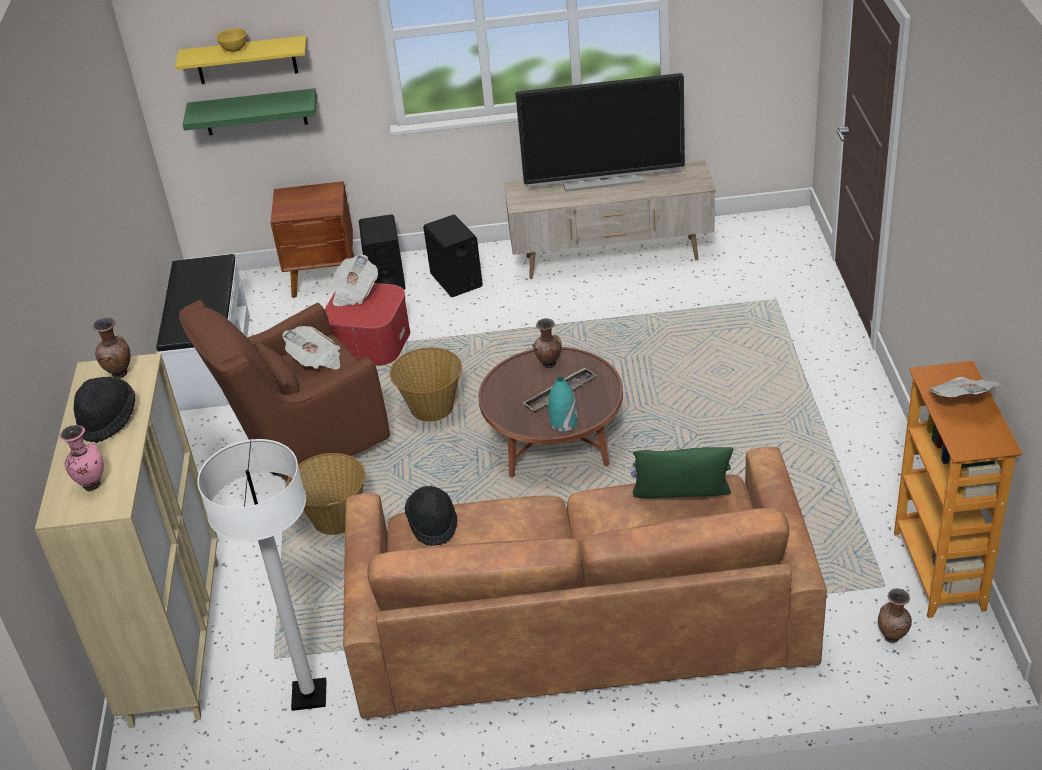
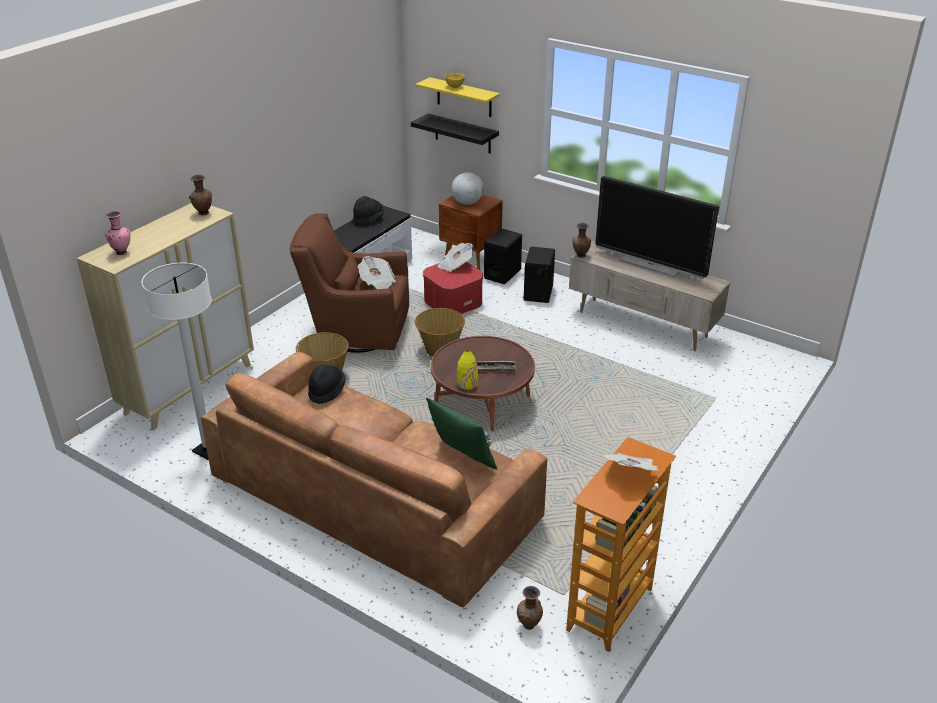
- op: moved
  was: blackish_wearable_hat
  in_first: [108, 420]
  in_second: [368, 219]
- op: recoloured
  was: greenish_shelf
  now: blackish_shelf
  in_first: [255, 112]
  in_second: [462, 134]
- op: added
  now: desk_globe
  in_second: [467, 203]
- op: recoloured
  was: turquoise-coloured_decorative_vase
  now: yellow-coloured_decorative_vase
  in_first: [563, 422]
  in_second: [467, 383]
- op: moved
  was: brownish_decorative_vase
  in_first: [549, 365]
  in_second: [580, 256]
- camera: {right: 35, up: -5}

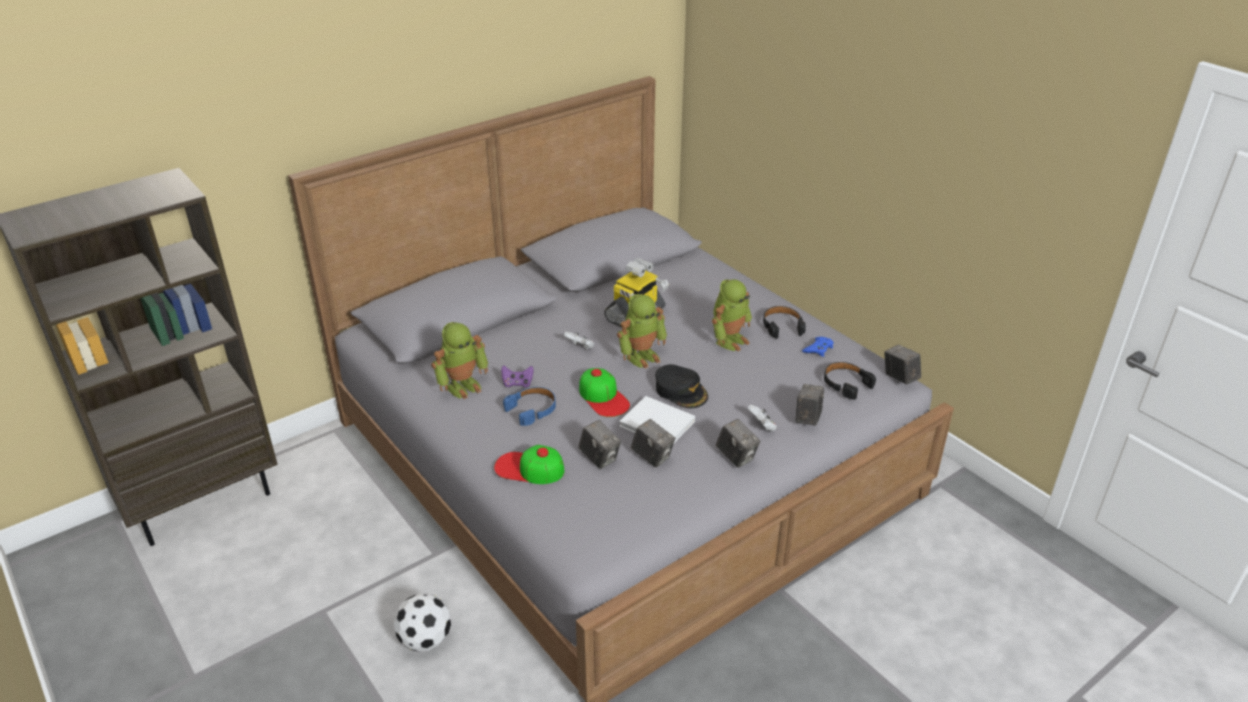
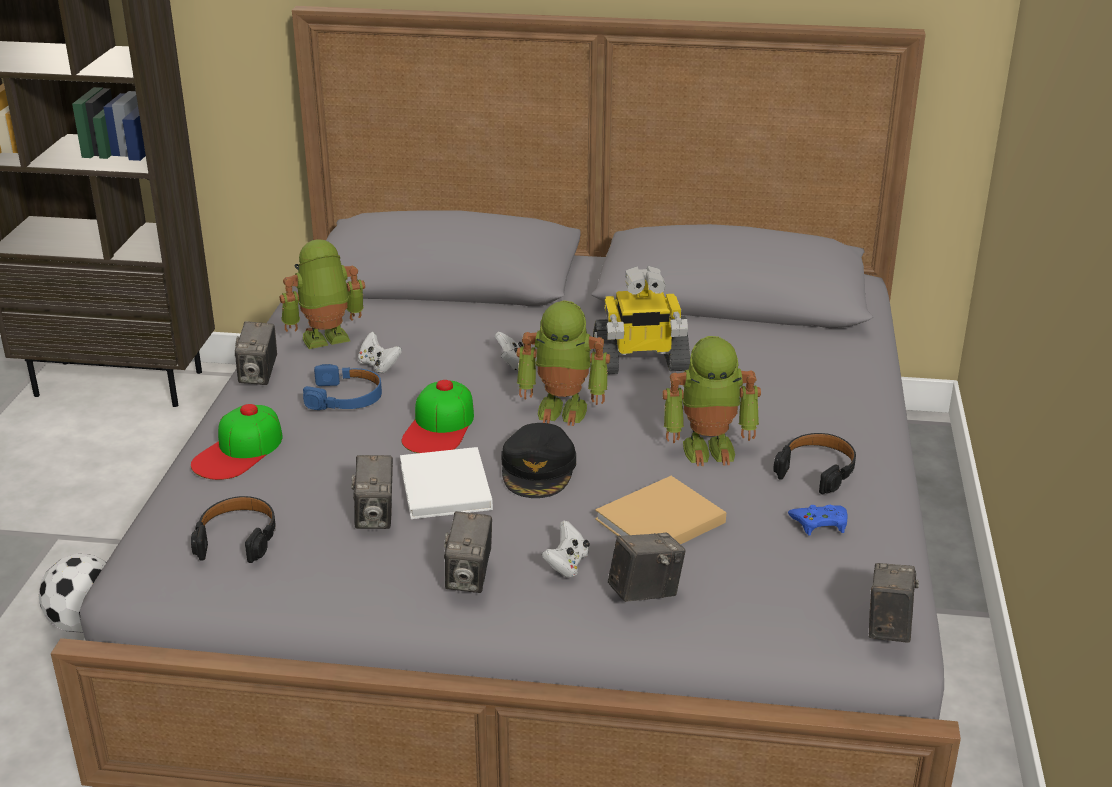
- op: turned
  was: peaked_cap
  in_first: [529, 468]
  in_second: [239, 451]
  clockwise: -120
- op: moved
  was: blackish_pair_of_headphones
  in_first: [846, 384]
  in_second: [237, 538]
- op: moved
  was: photo_camera
  in_first: [599, 458]
  in_second: [259, 375]
- op: turned
  was: model_robot
  in_first: [463, 385]
  in_second: [326, 340]
  clockwise: 150
- op: recoloured
  was: purple-coloured_game_controller
  now: white_game_controller
  in_first: [517, 383]
  in_second: [379, 365]
- op: added
  now: beige_book
  in_second: [657, 522]
- camera: {right: 45, up: -5}

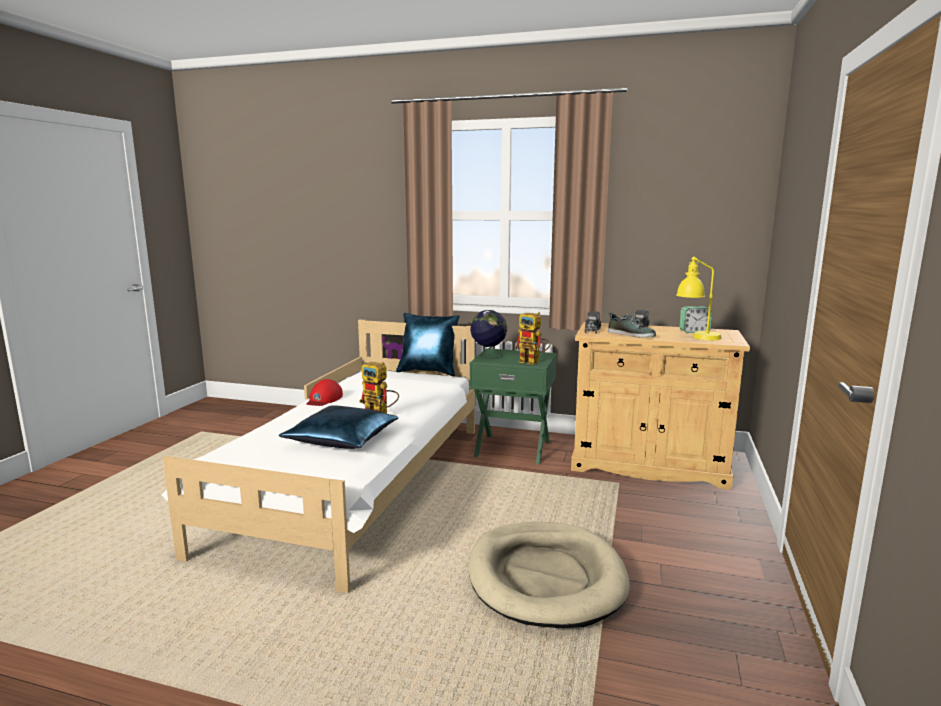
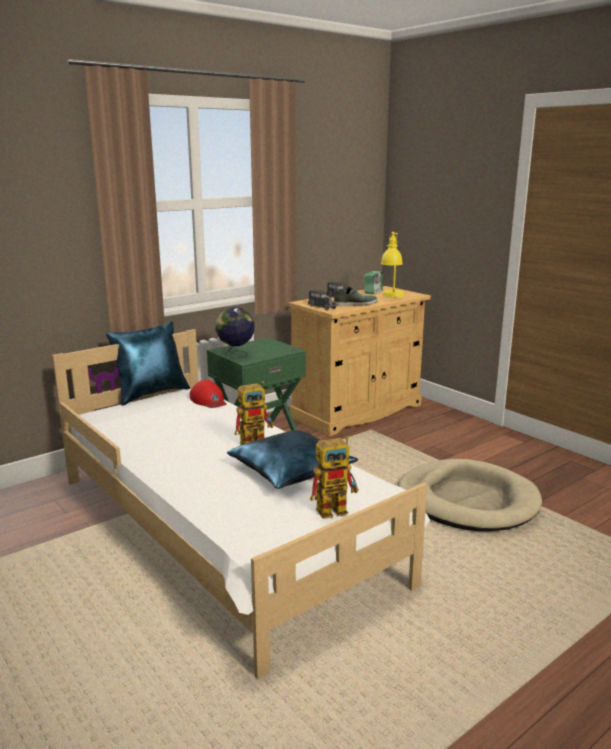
- op: moved
  was: red_peaked_cap
  in_first: [324, 399]
  in_second: [208, 400]
- op: moved
  was: model_robot
  in_first: [533, 362]
  in_second: [337, 508]
- camera: {right: -55, up: 5}

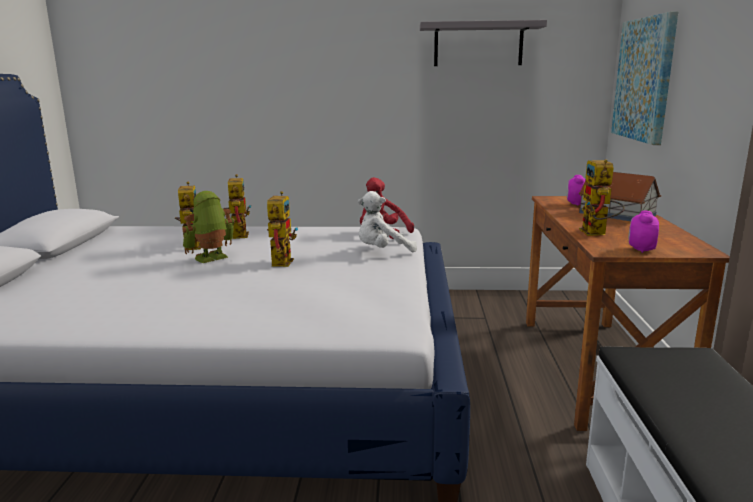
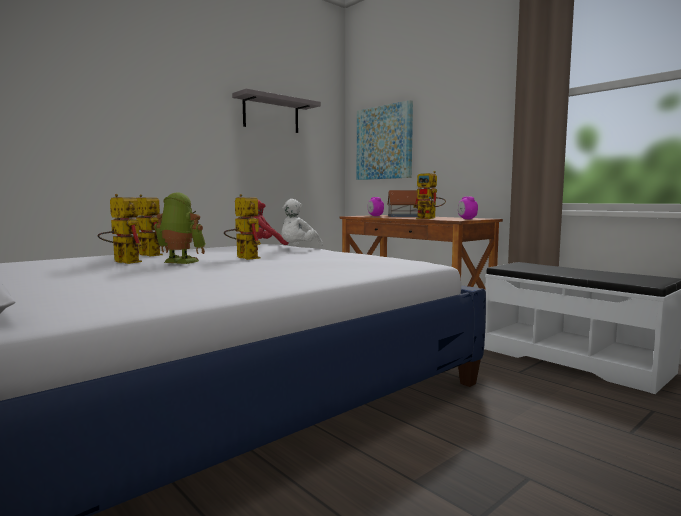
- op: turned
  was: model_robot
  in_first: [211, 258]
  in_second: [179, 262]
  clockwise: 105
- camera: {right: -45, up: -10}

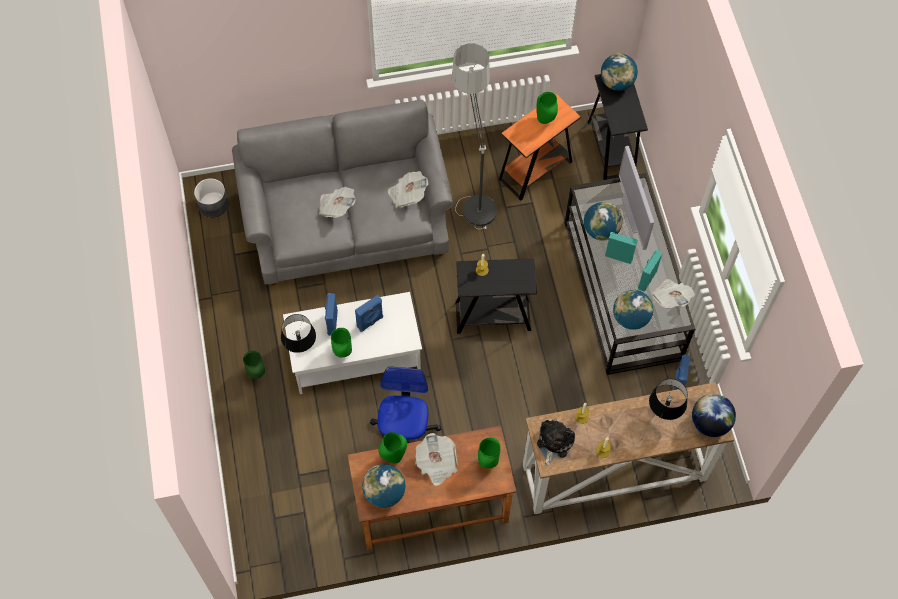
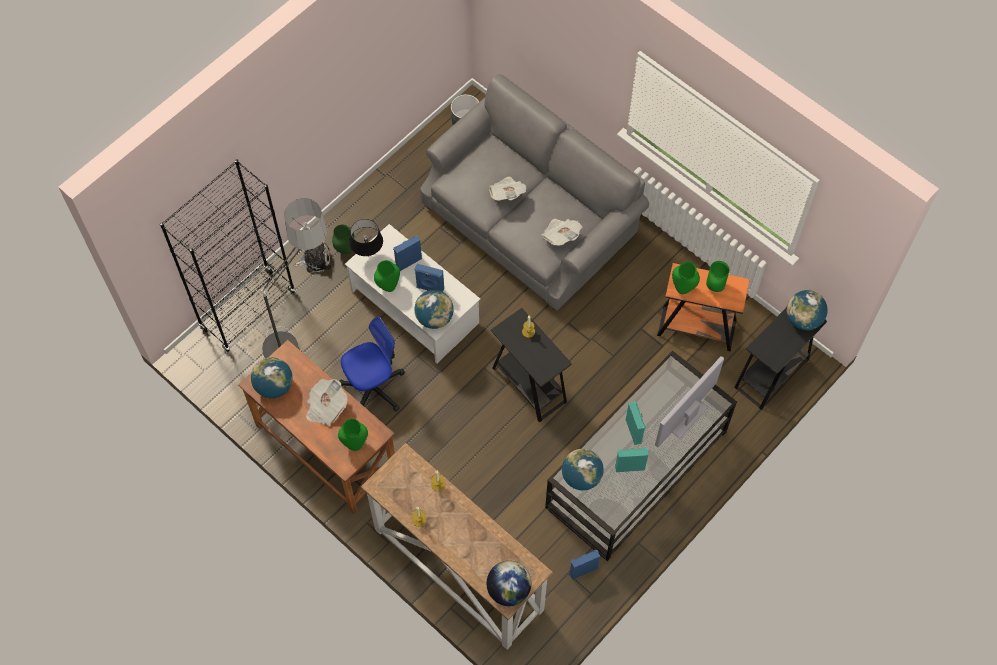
- op: added
  now: blackish_bookcase
  in_second: [248, 310]
- op: moved
  was: standing_lamp
  in_first: [472, 188]
  in_second: [301, 329]
- op: moved
  was: soft_toy
  in_first: [554, 442]
  in_second: [315, 259]
- op: moved
  was: desk_globe
  in_first: [600, 230]
  in_second: [434, 318]
- op: moved
  was: greenish_decorative_vase
  in_first: [393, 456]
  in_second: [683, 288]
- op: removed
  was: blackish_tabletop_lamp
  in_first: [662, 414]
- op: removed
  was: printed_paper
  in_first: [671, 298]
- camera: {right: 55, up: 0}

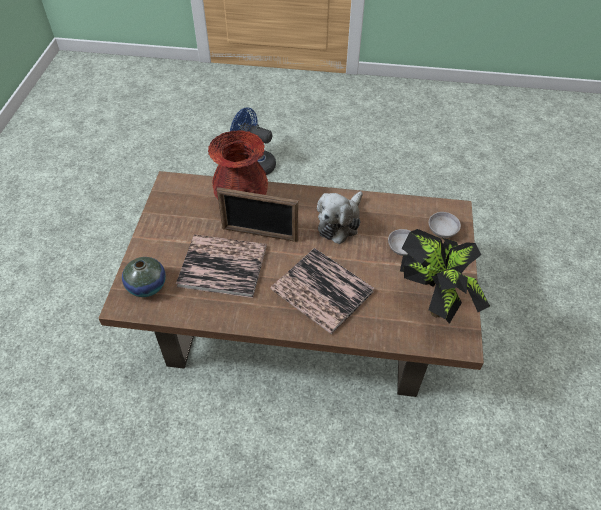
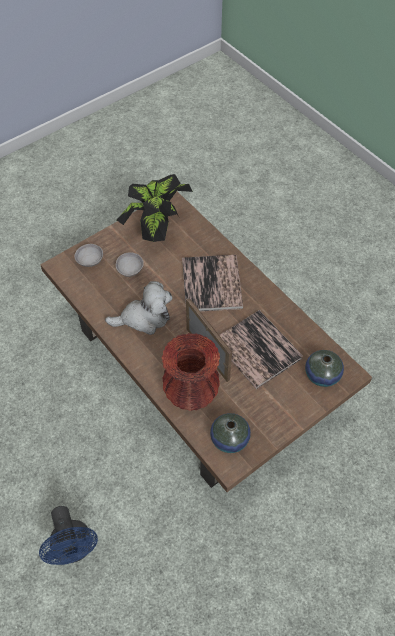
- op: added
  now: decorative_vase
  in_second: [229, 439]
- camera: {right: -135, up: 5}

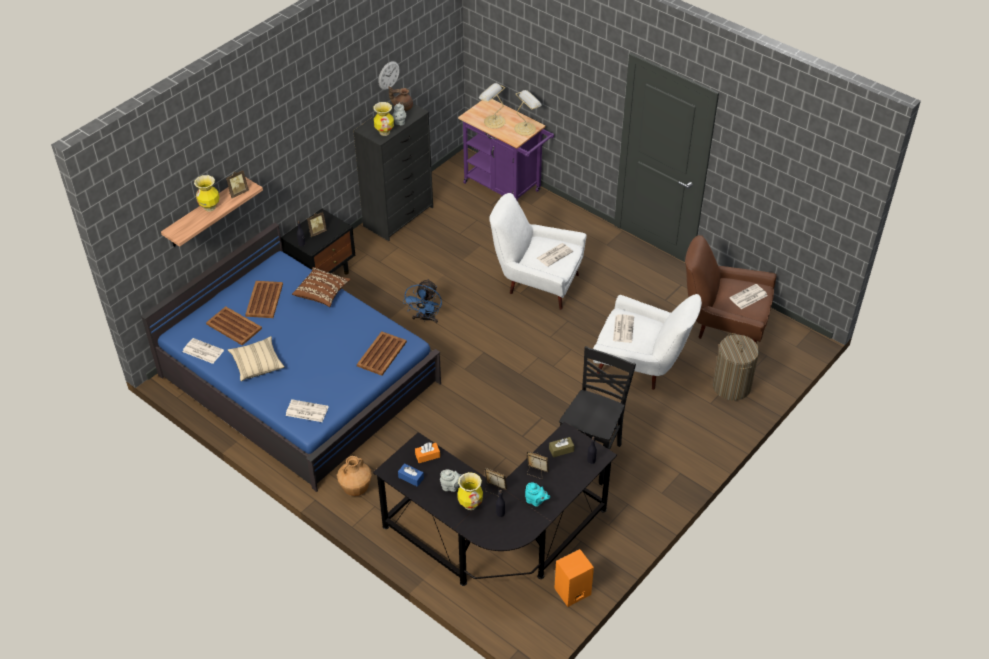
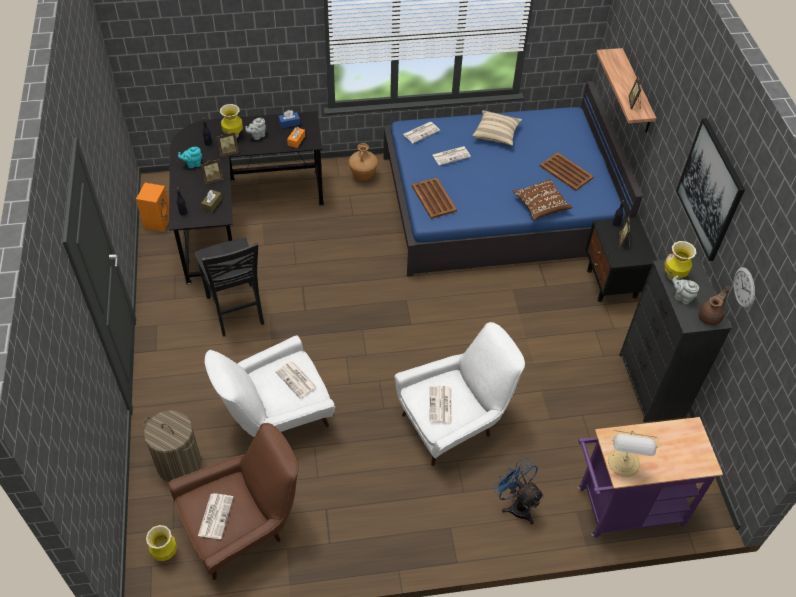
- op: moved
  was: decorative_vase
  in_first: [210, 207]
  in_second: [165, 553]
- op: moved
  was: printed_paper
  in_first: [202, 351]
  in_second: [451, 155]
- op: moved
  was: blue-coloured_cooling_fan
  in_first: [425, 319]
  in_second: [516, 505]
- op: added
  now: wall_art
  in_second: [710, 190]
- op: removed
  was: brownish_serving_tray
  in_first: [233, 326]
- op: removed
  was: tabletop_lamp
  in_first: [493, 121]
- camera: {right: 130, up: 5}

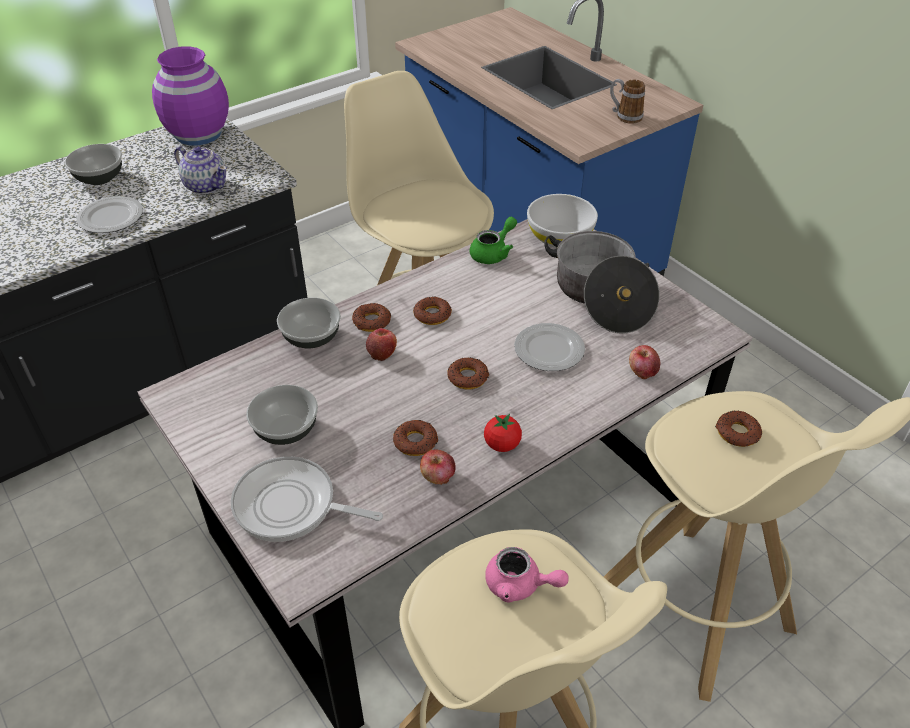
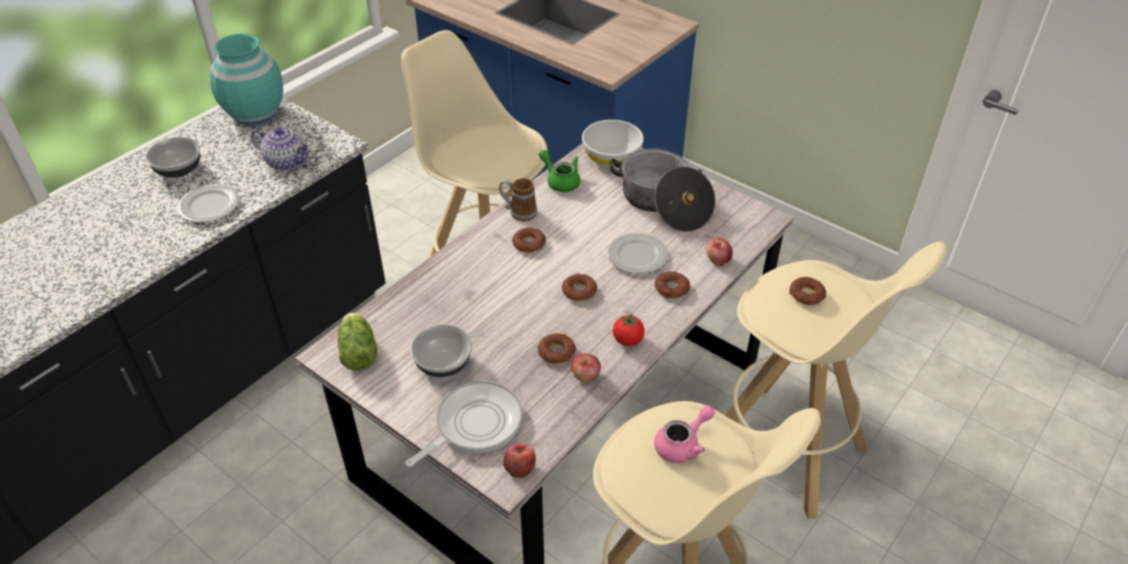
- op: recoloured
  was: purple-coloured_decorative_vase
  now: turquoise-coloured_decorative_vase
  in_first: [198, 133]
  in_second: [255, 113]
- op: added
  now: head_of_lettuce
  in_second: [358, 350]
- op: turned
  was: pan
  in_first: [291, 506]
  in_second: [474, 424]
  clockwise: 135
- op: moved
  was: coffee_mug
  in_first: [624, 116]
  in_second: [518, 212]
- op: moved
  was: apple_fruit
  in_first: [382, 353]
  in_second: [520, 468]
- op: turned
  was: greenish_tea_pot
  in_first: [493, 253]
  in_second: [560, 181]
  clockwise: -75
- op: turned
  was: pink-coloured_tea_pot
  in_first: [520, 585]
  in_second: [682, 445]
  clockwise: -45
- op: moved
  was: donut
  in_first: [372, 321]
  in_second: [672, 288]
- op: removed
  was: serving_bowl
  in_first: [312, 338]
- camera: {right: -15, up: 0}

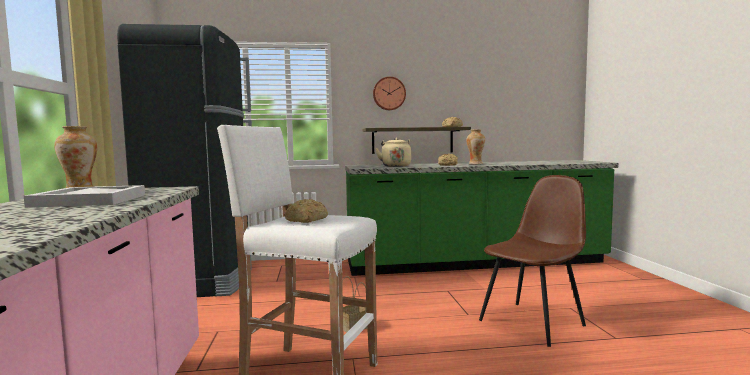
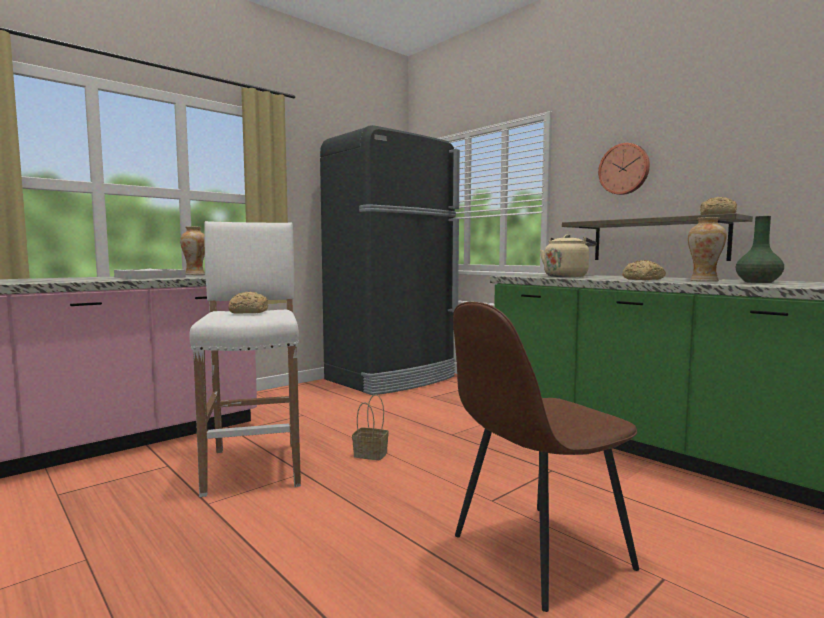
- op: turned
  was: brownish_plain_chair
  in_first: [533, 322]
  in_second: [537, 553]
  clockwise: 135
- op: added
  now: greenish_decorative_vase
  in_second: [757, 282]
- camera: {right: 55, up: 0}

